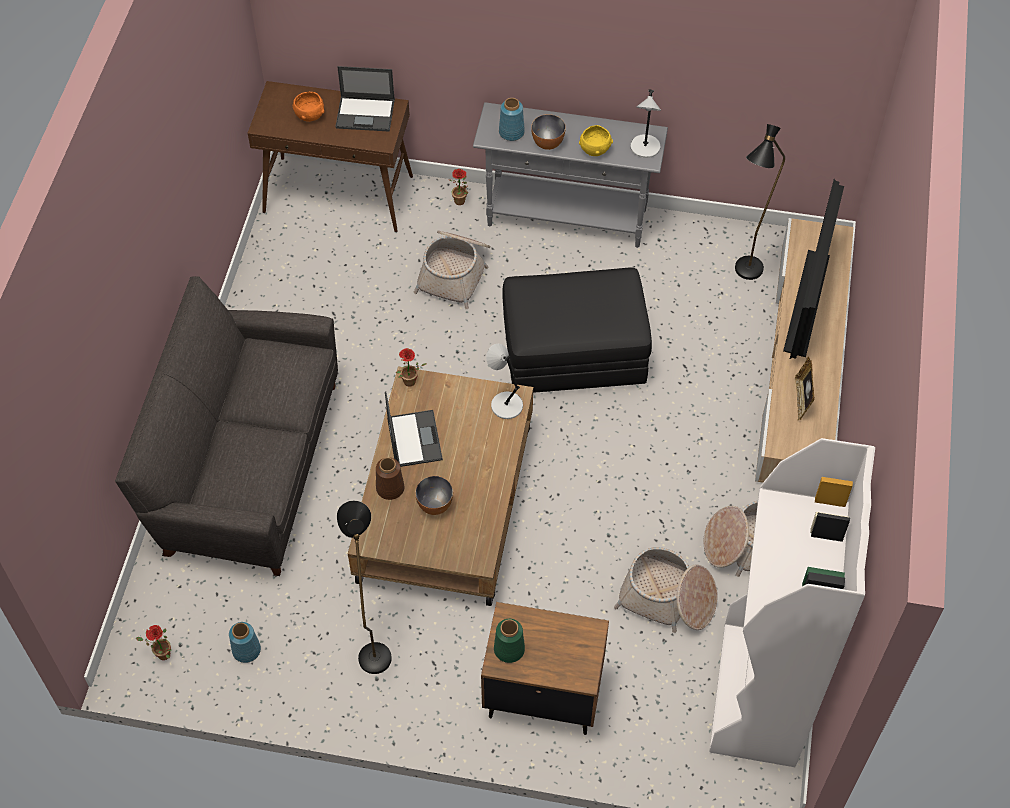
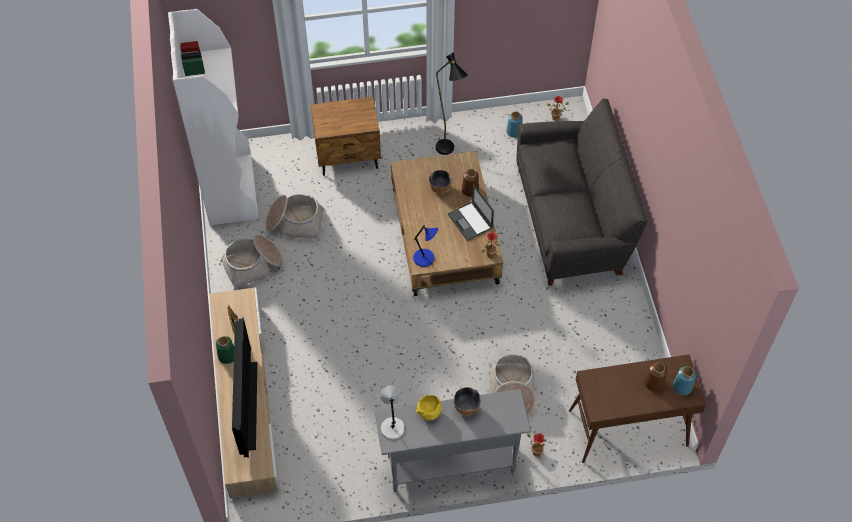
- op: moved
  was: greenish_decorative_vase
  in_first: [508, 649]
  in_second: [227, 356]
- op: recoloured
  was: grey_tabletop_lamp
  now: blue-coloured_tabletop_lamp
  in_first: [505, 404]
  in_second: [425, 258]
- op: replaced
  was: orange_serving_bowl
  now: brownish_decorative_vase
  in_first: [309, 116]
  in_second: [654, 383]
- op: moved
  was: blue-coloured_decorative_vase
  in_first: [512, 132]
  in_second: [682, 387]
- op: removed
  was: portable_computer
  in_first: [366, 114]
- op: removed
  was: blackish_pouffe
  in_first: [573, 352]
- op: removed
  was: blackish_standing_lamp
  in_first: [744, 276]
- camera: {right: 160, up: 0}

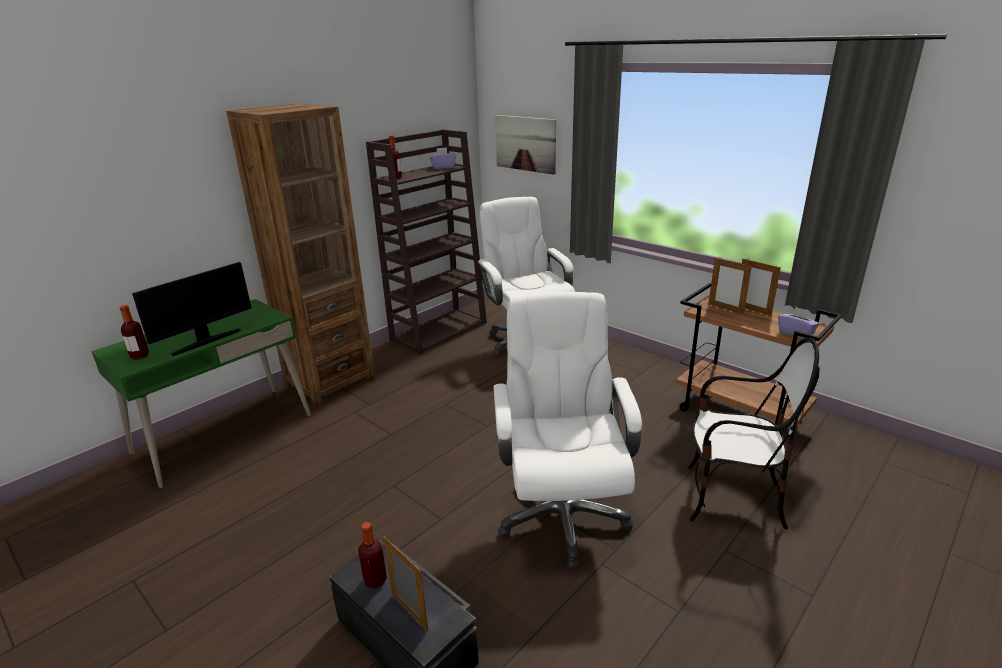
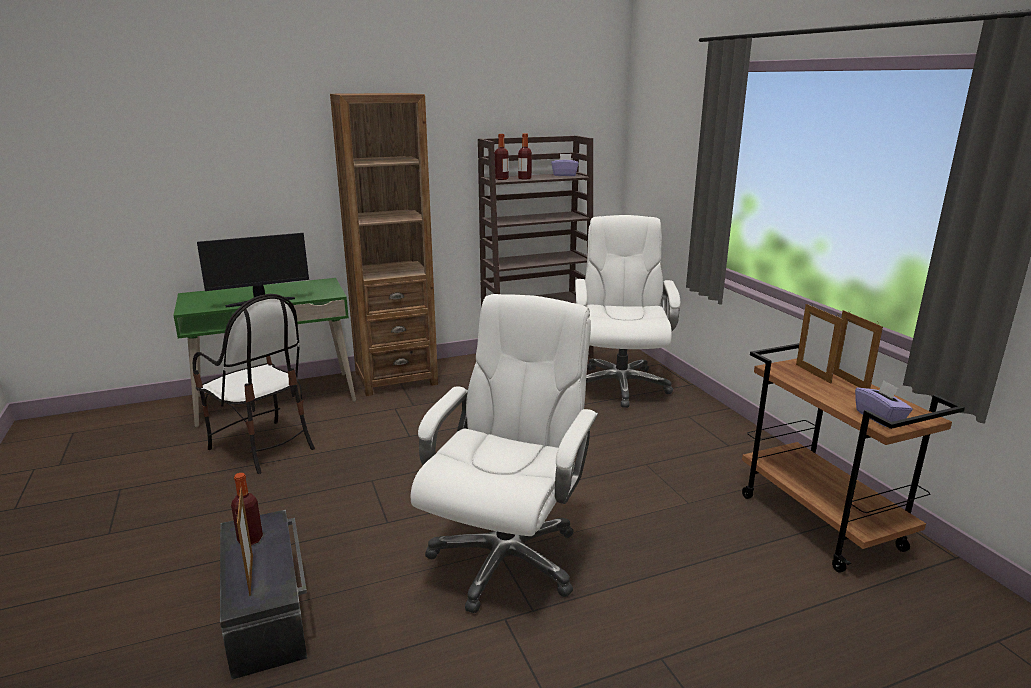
- op: moved
  was: plain_chair
  in_first: [732, 499]
  in_second: [262, 447]
- op: moved
  was: bottle
  in_first: [140, 356]
  in_second: [524, 178]
- op: removed
  was: wall_art
  in_first: [525, 143]
- camera: {right: 25, up: -5}

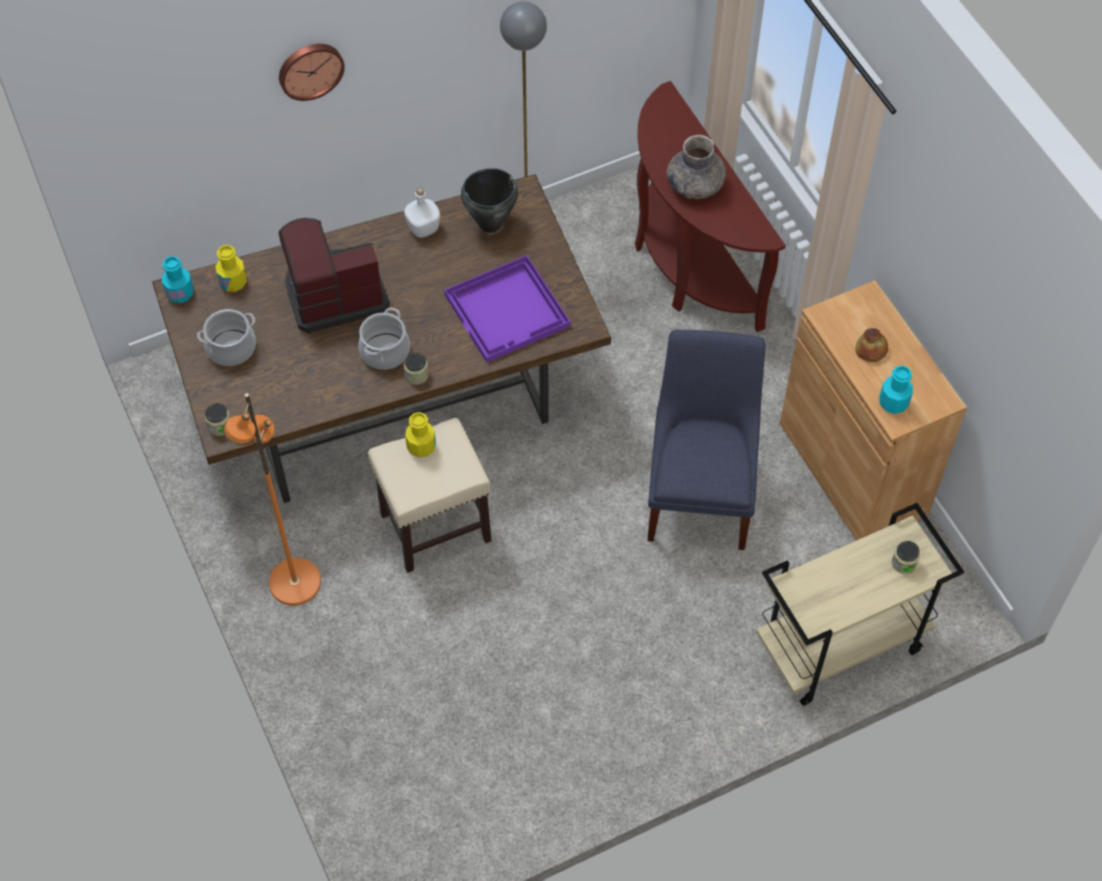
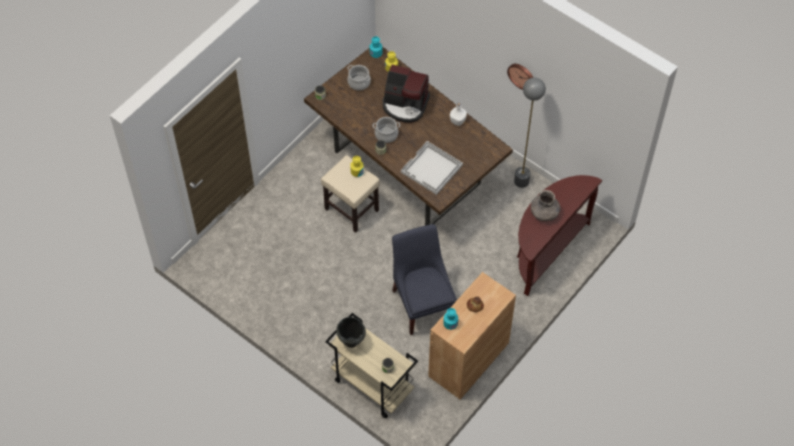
- op: moved
  was: blackish_cooking_pot
  in_first: [490, 224]
  in_second: [351, 342]
- op: turned
  was: coffee_brewer
  in_first: [334, 294]
  in_second: [405, 105]
  clockwise: 150
- op: turned
  was: blue-coloured_plain_chair
  in_first: [701, 491]
  in_second: [423, 302]
  clockwise: -90
- op: recoloured
  was: purple-coloured_serving_tray
  now: white_serving_tray
  in_first: [508, 311]
  in_second: [431, 169]
- op: moved
  was: clock_on_the_wall
  in_first: [310, 69]
  in_second: [522, 75]
- op: removed
  was: orange_standing_lamp
  in_first: [293, 582]
- camera: {right: 65, up: 0}

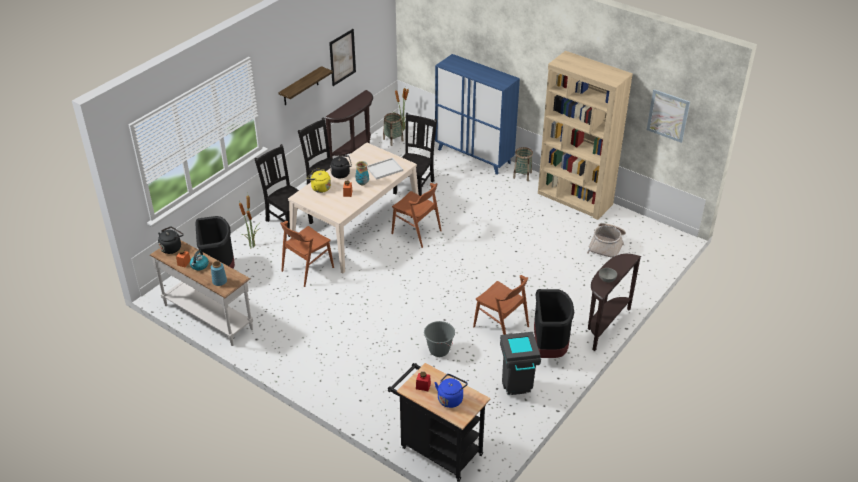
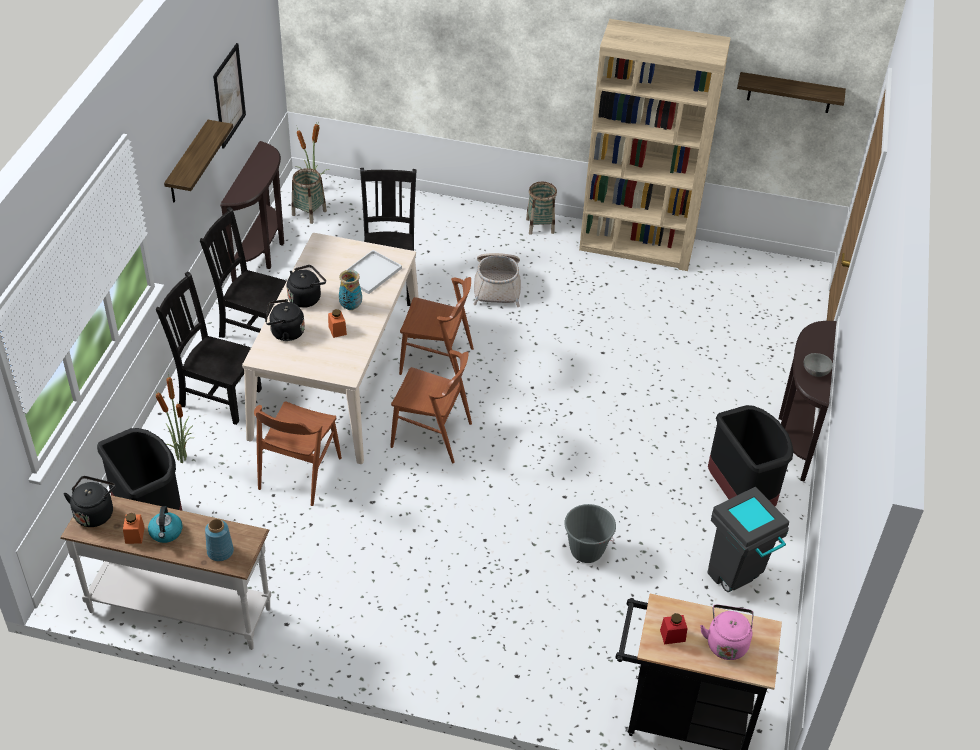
- op: recoloured
  was: yellow-coloured_water_kettle
  now: blackish_water_kettle
  in_first: [319, 188]
  in_second: [285, 333]
- op: moved
  was: brownish_plain_chair
  in_first: [501, 326]
  in_second: [432, 435]
- op: moved
  was: household_basket
  in_first: [607, 245]
  in_second: [497, 286]
- op: recoloured
  was: blue-coloured_water_kettle
  now: pink-coloured_water_kettle
  in_first: [451, 398]
  in_second: [726, 642]
- op: replaced
  was: wall_art
  now: shelf
  in_first: [668, 115]
  in_second: [789, 93]
- op: removed
  was: blue-coloured_cabinet
  in_first: [474, 156]
- camera: {right: -25, up: 5}

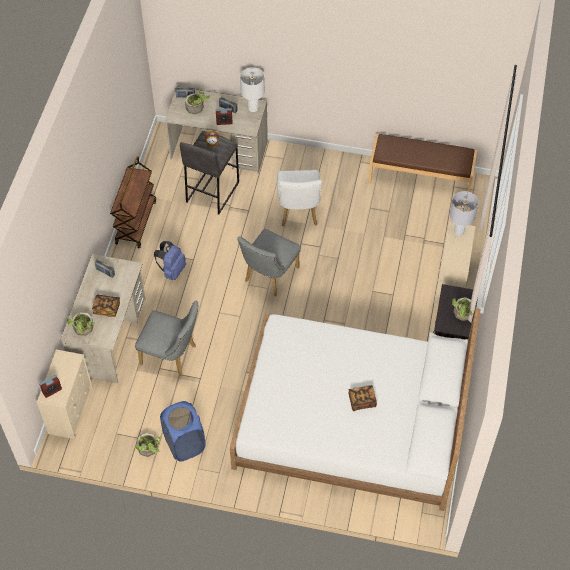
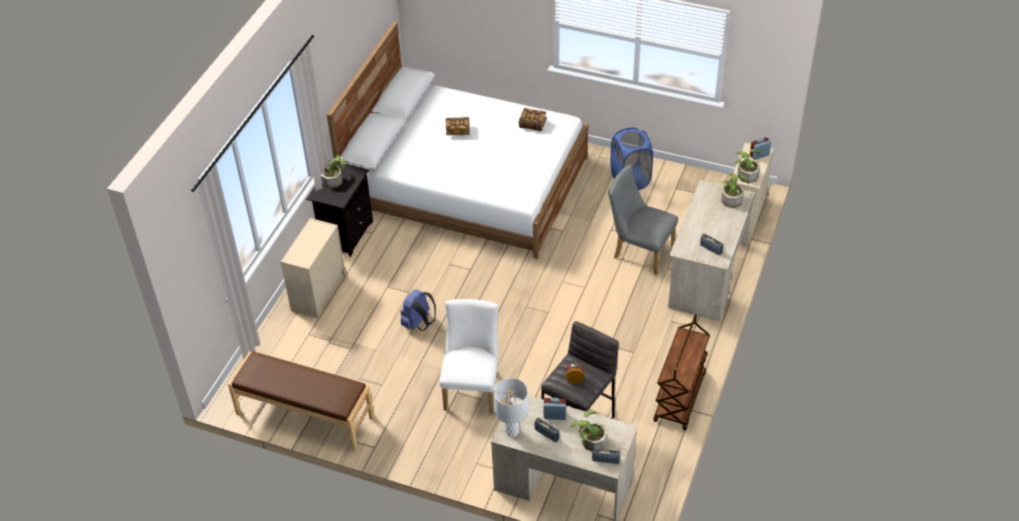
- op: moved
  was: blue-coloured_rucksack
  in_first: [172, 270]
  in_second: [419, 324]
- op: moved
  was: book
  in_first: [107, 308]
  in_second: [532, 124]
- op: moved
  was: potted_plant
  in_first: [149, 450]
  in_second: [746, 174]
- op: removed
  was: grey_plain_chair
  in_first: [269, 277]
- op: removed
  was: grey_tabletop_lamp
  in_first: [459, 231]
- camera: {right: -170, up: -10}

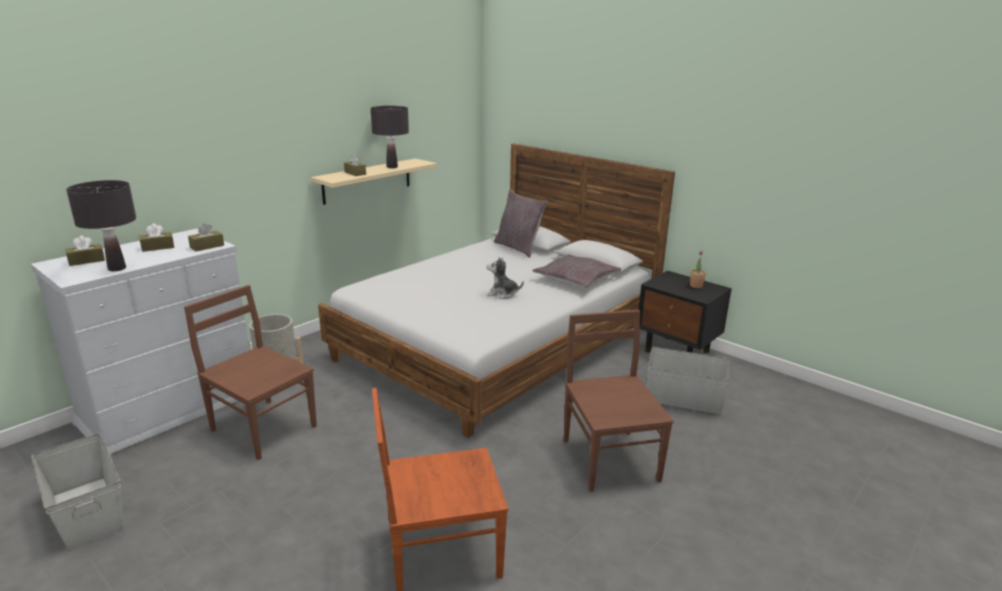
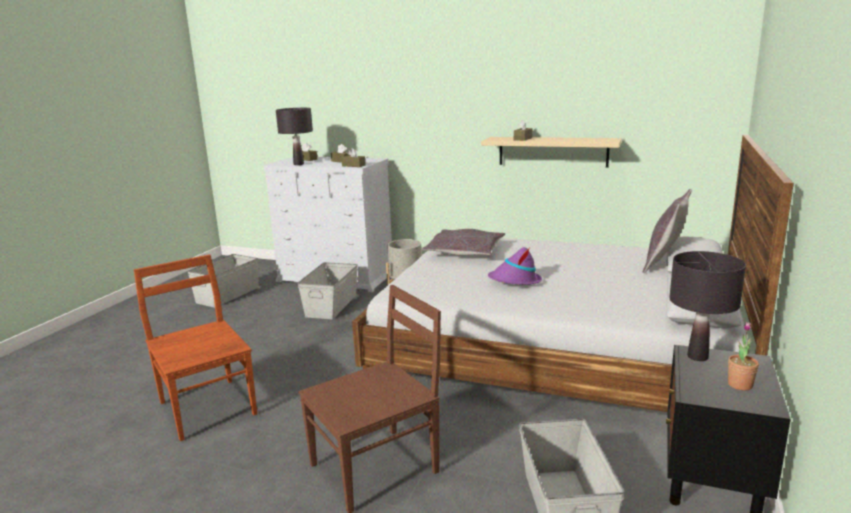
- op: replaced
  was: brownish_plain_chair
  now: grey_storage_box
  in_first: [262, 427]
  in_second: [332, 305]
- op: moved
  was: grey_throw_pillow
  in_first: [576, 279]
  in_second: [465, 251]
- op: replaced
  was: soft_toy
  now: purple-coloured_wearable_hat
  in_first: [502, 294]
  in_second: [515, 281]
- op: moved
  was: blackish_tabletop_lamp
  in_first: [392, 167]
  in_second: [697, 357]
- camera: {right: 70, up: -5}

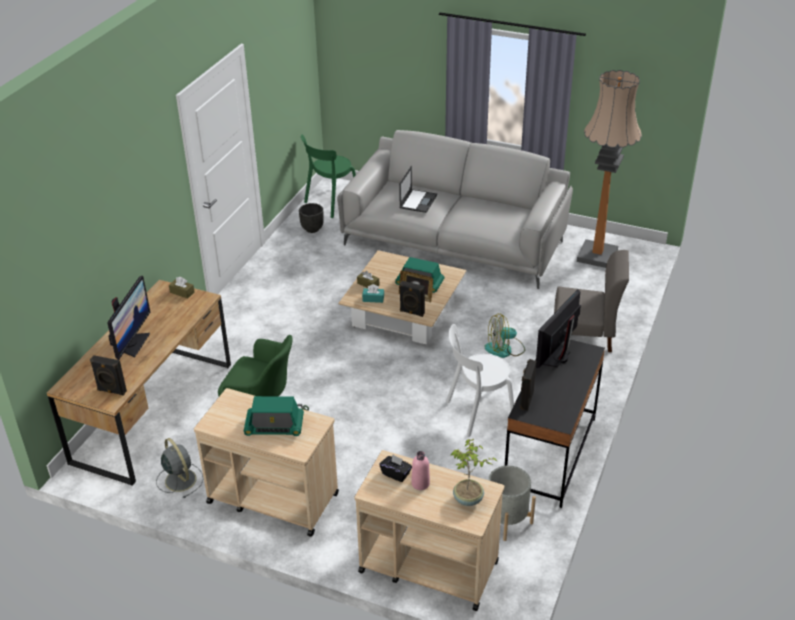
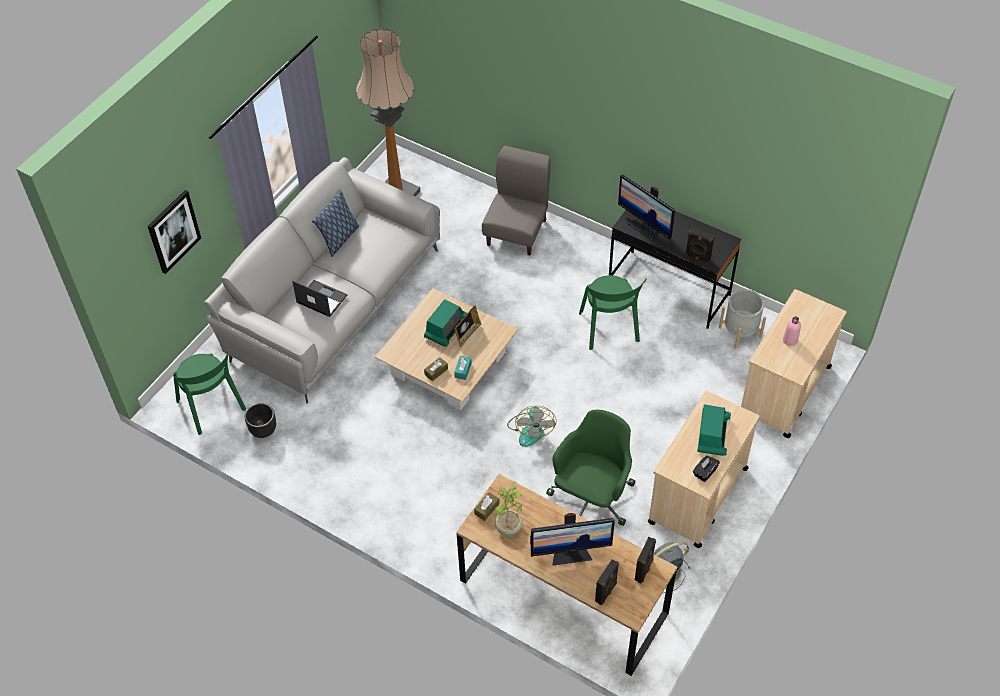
- op: added
  now: wall_art
  in_second: [173, 231]
- op: added
  now: throw_pillow
  in_second: [339, 239]
- op: moved
  was: potted_plant
  in_first: [468, 500]
  in_second: [509, 527]
- op: moved
  was: cooling_fan
  in_first: [504, 349]
  in_second: [530, 429]
- op: turned
  was: computer_screen
  in_first: [133, 344]
  in_second: [570, 553]
  clockwise: 150
- op: recoloured
  was: white_plain_chair
  now: greenish_plain_chair
  in_first: [477, 412]
  in_second: [609, 329]
- op: moved
  was: blackish_audio_speaker
  in_first: [411, 312]
  in_second: [606, 592]
- op: moved
  was: blackish_tissue_holder
  in_first: [396, 474]
  in_second: [704, 472]
- camera: {right: -80, up: 15}

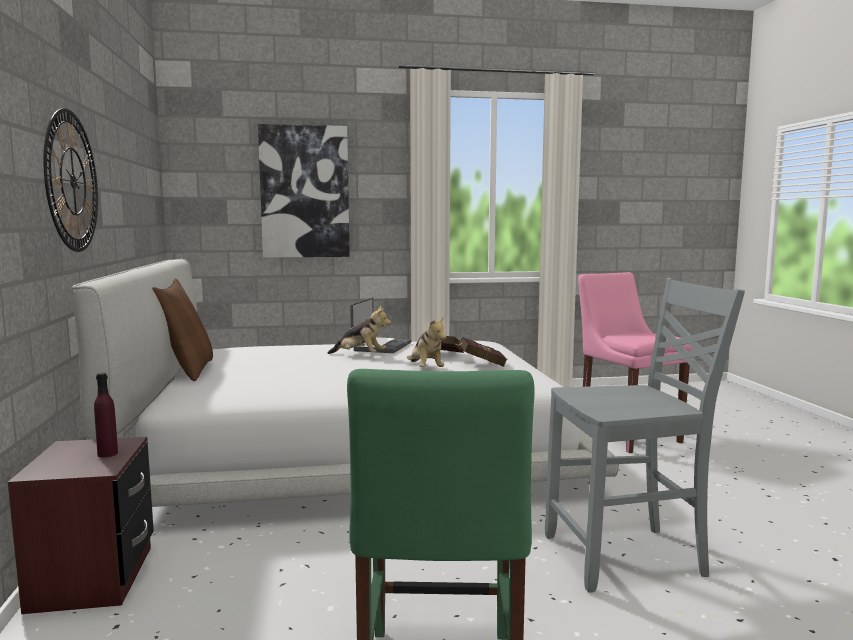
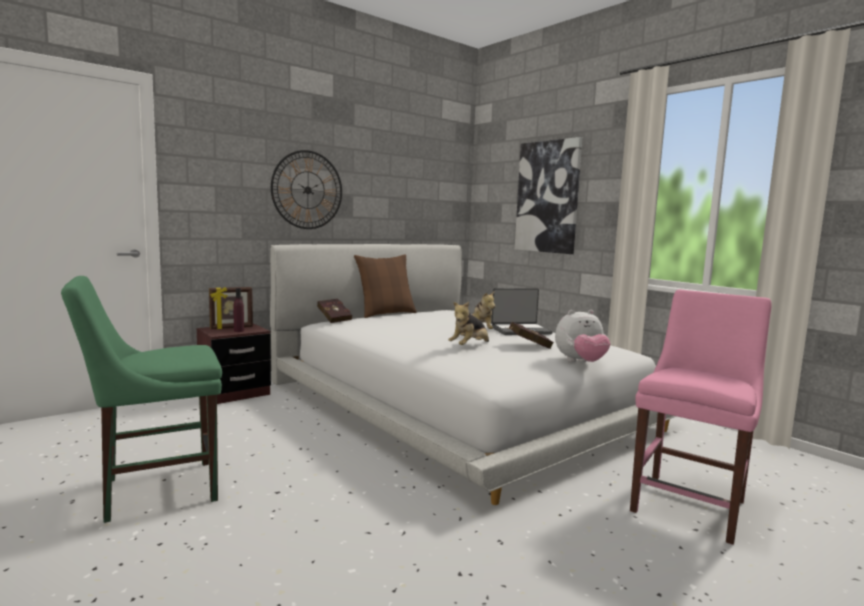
- op: added
  now: picture_frame
  in_second: [231, 328]
- op: moved
  was: red_book
  in_first: [480, 364]
  in_second: [334, 319]
- op: added
  now: soft_toy
  in_second: [580, 362]
- op: removed
  was: grey_plain_chair
  in_first: [627, 557]
- camera: {right: 60, up: 0}

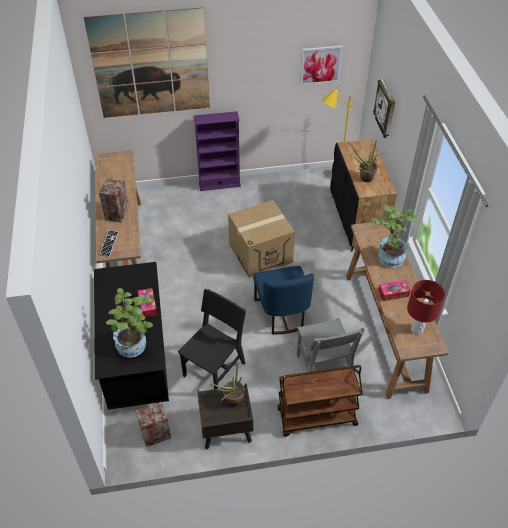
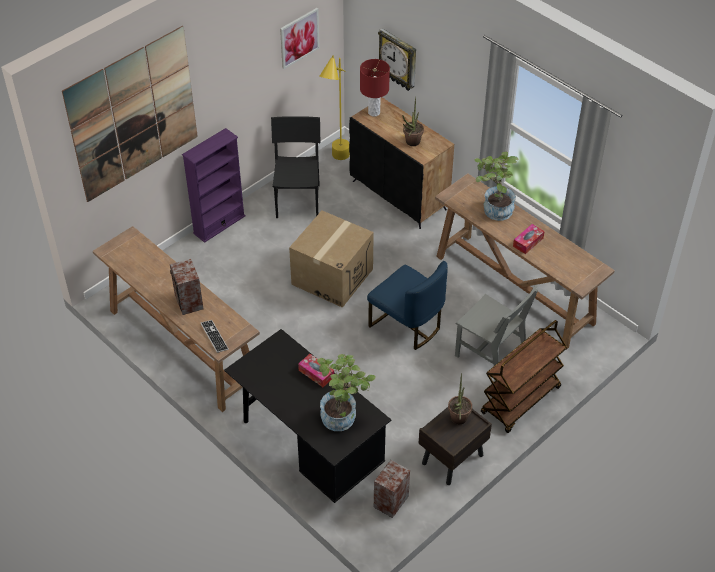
- op: moved
  was: blackish_plain_chair
  in_first: [214, 369]
  in_second: [298, 201]
- op: moved
  was: red_tabletop_lamp
  in_first: [416, 329]
  in_second: [374, 112]
- camera: {right: -35, up: 0}

